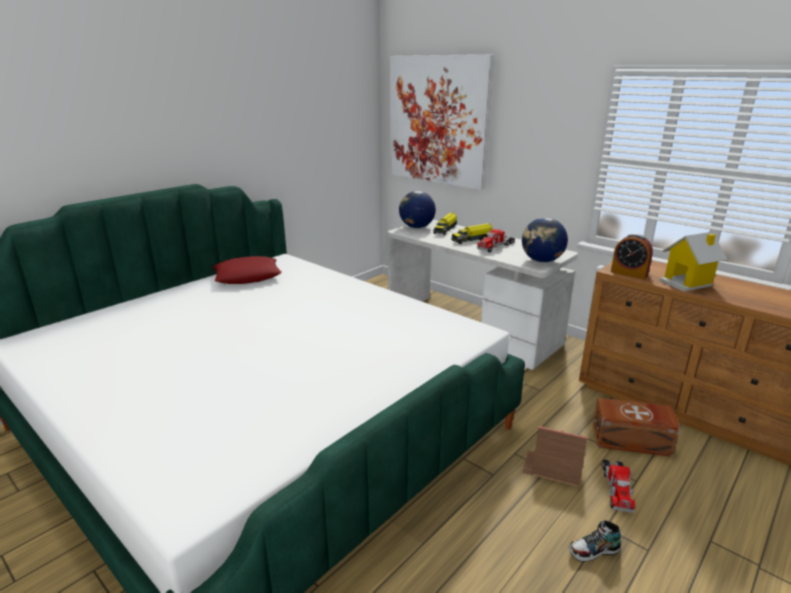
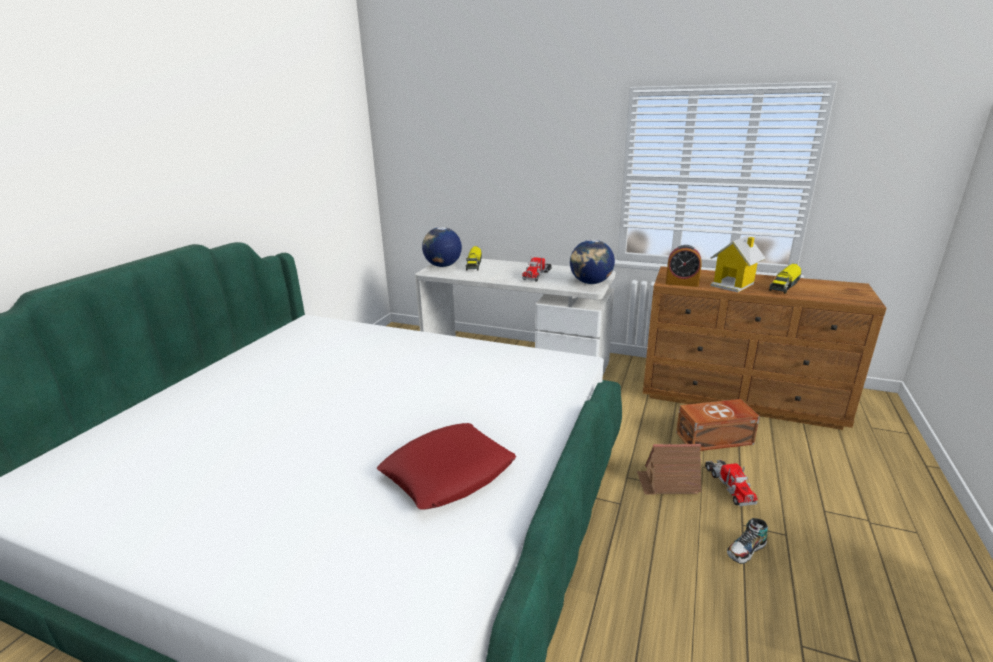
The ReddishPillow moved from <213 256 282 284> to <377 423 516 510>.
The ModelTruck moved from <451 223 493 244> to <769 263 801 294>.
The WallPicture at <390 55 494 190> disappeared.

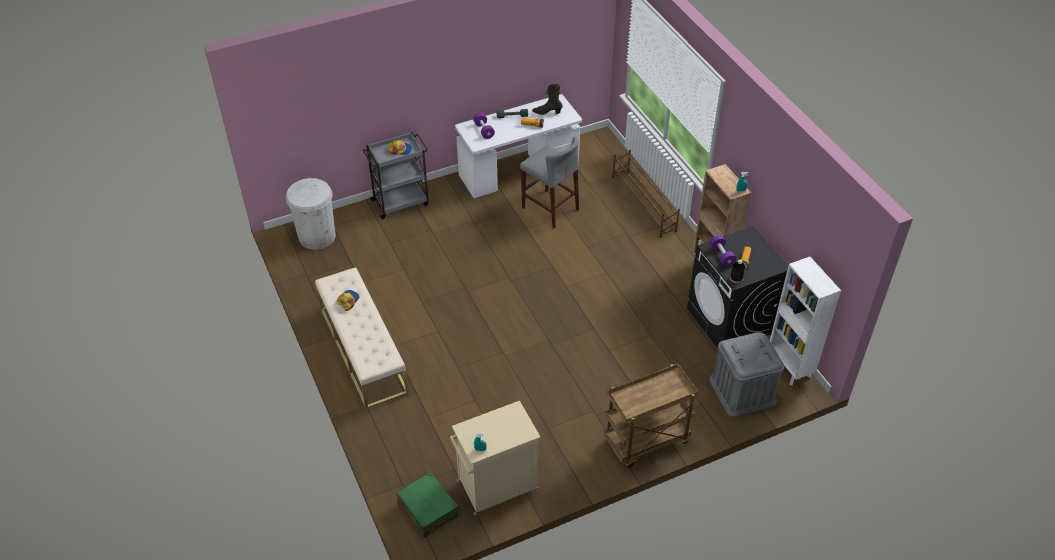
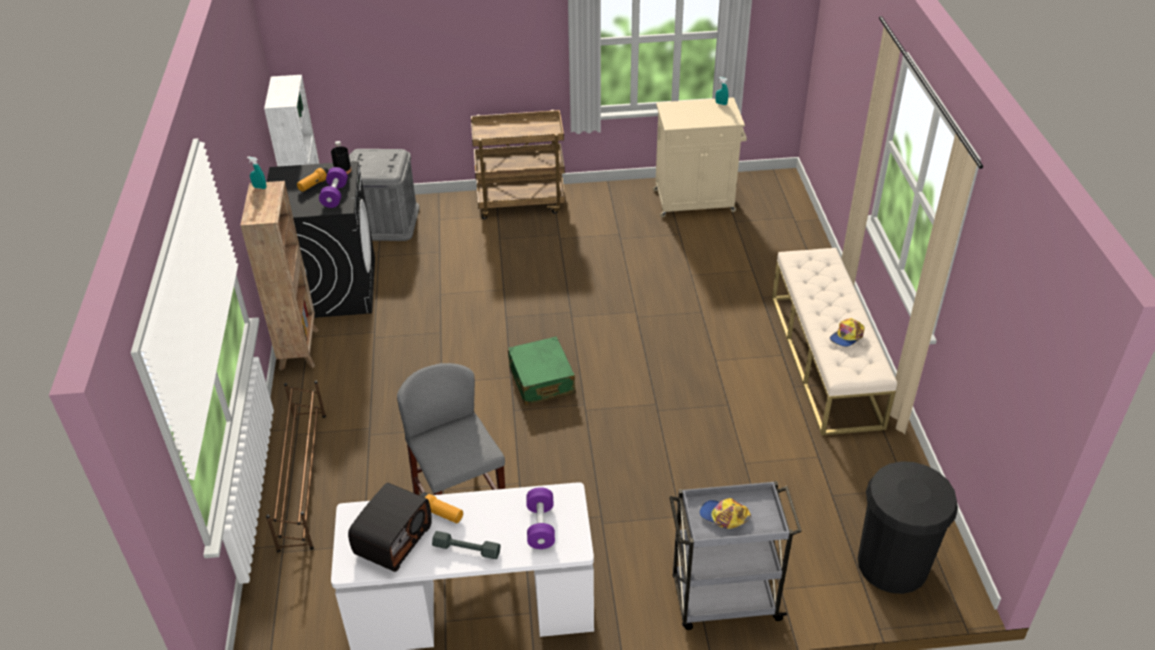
The BlackColouredTallBoot at <532 84 563 115> was replaced by the RadioReceiver at <348 483 432 572>.
The GreenishTravelCase moved from <396 472 458 538> to <508 336 576 405>.
The WhiteWasteBin at <286 178 336 250> became the BlackColouredWasteBin at <858 461 958 594>.

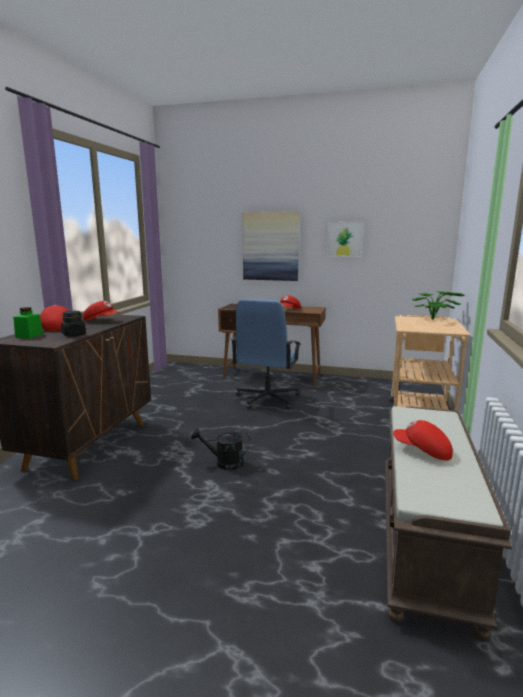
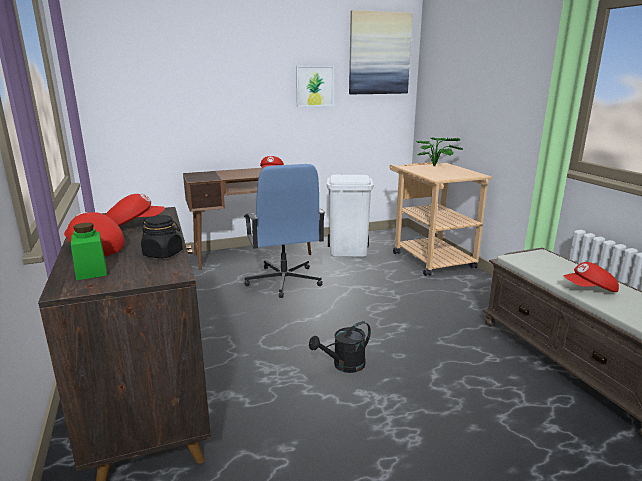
The WhiteWasteBin at <327 175 374 257> appeared.
The WallPicture moved from <243 211 300 281> to <349 10 413 94>.

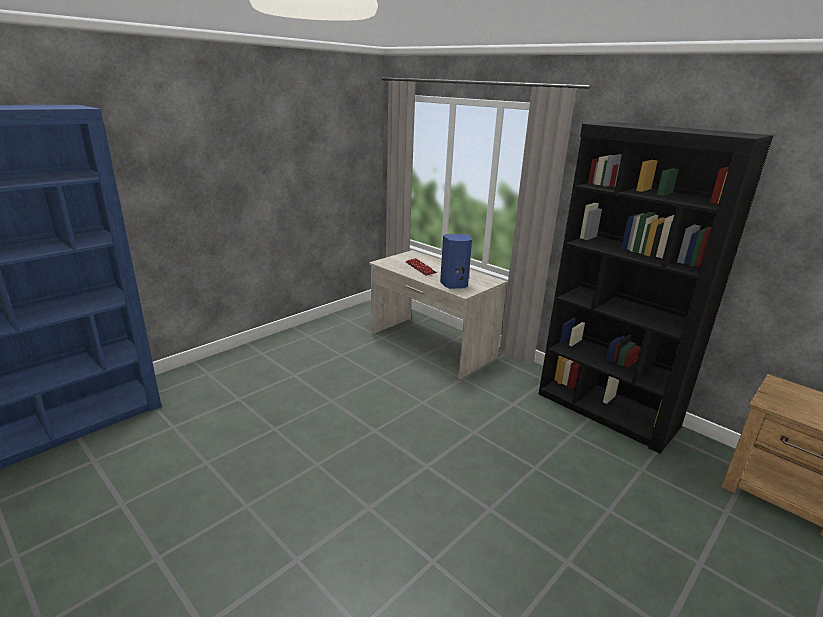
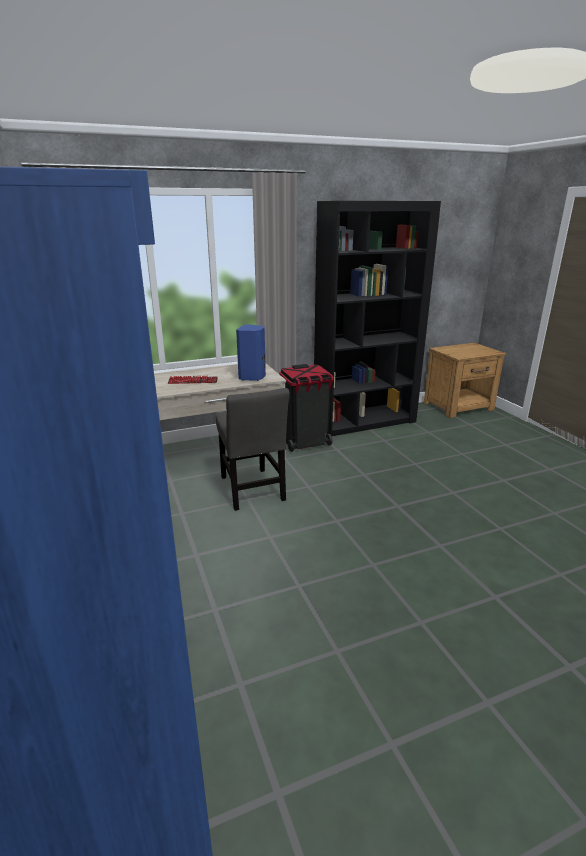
The GreyishUprightChair at <216 388 290 511> appeared.
The BlackColouredWasteBin at <279 364 334 452> appeared.

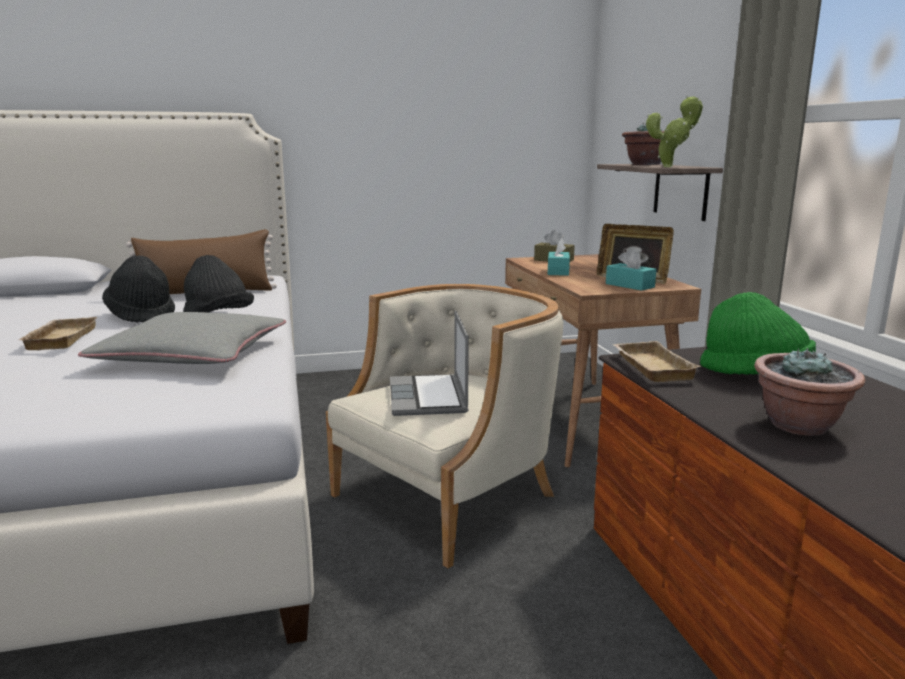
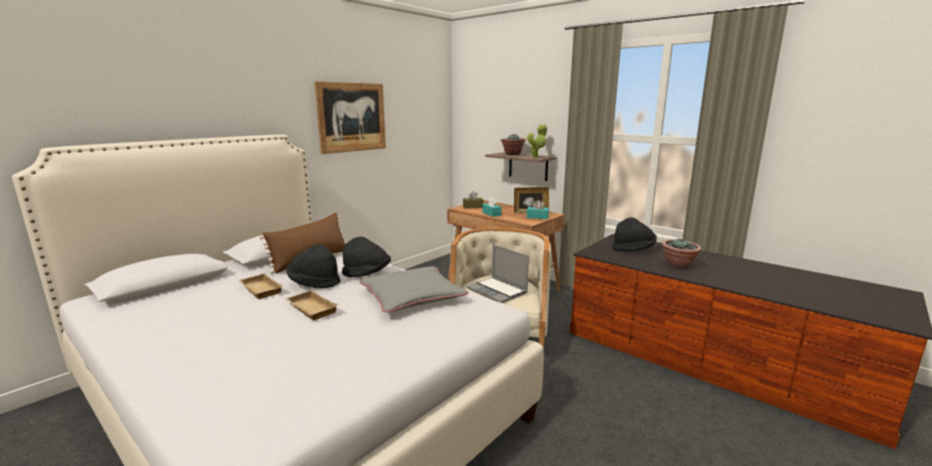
The BeigeServingTray moved from <612 341 702 382> to <238 273 284 299>.
The WallPicture at <314 81 386 154> appeared.
The GreenishHat at <700 292 816 375> became the BlackColouredHat at <612 217 657 252>.

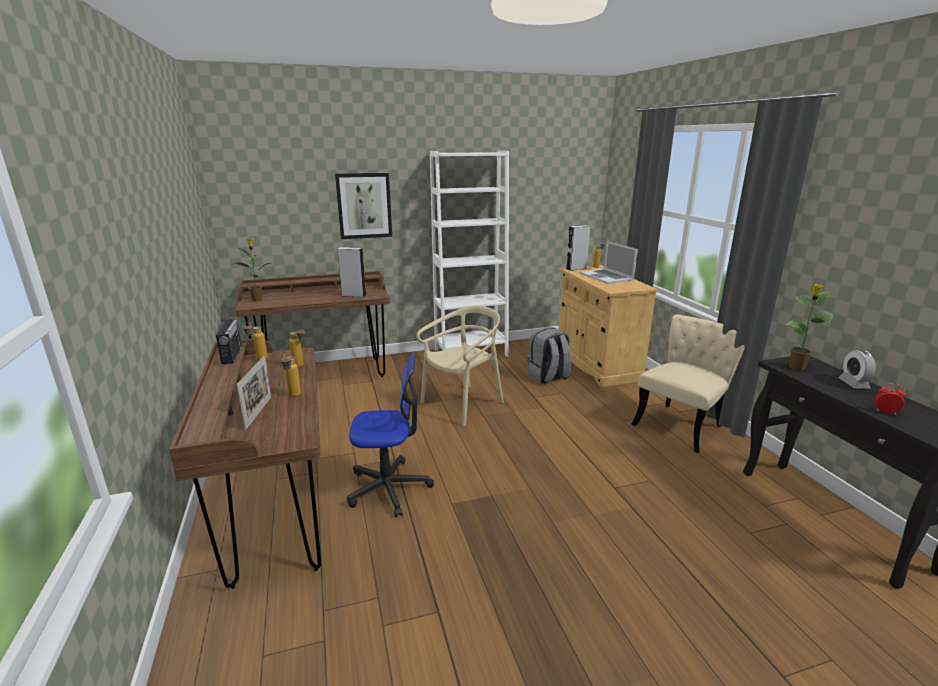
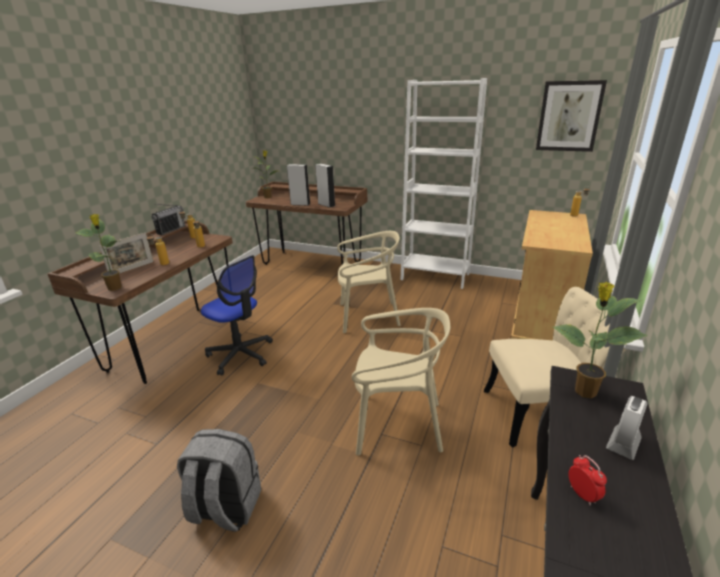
The PlantInAPot at <76 214 122 291> appeared.
The GreyishBackpack moved from <527 327 571 384> to <177 429 261 532>.
The GreyishAudioSpeaker moved from <566 225 590 271> to <287 164 310 206>.
The BeigeUprightChair at <352 308 450 455> appeared.
The WallPicture moved from <335 173 392 239> to <536 80 607 152>.
The NotebookComputer at <580 241 638 284> disappeared.

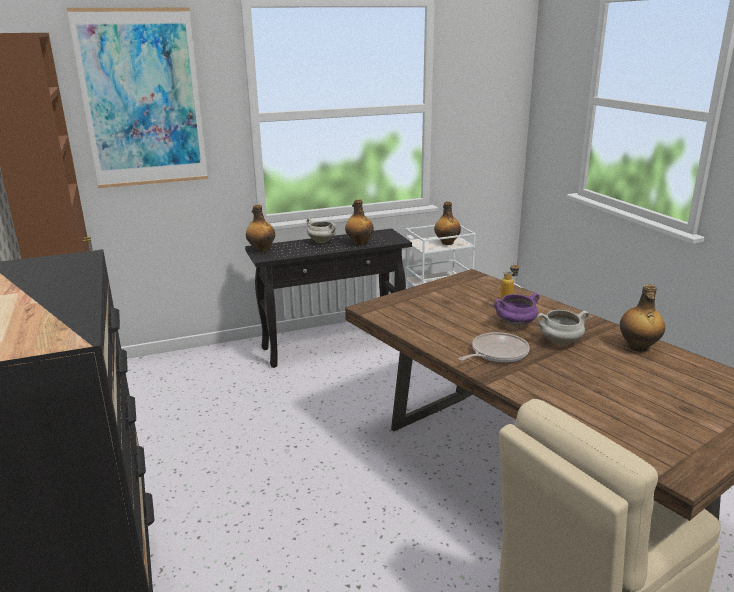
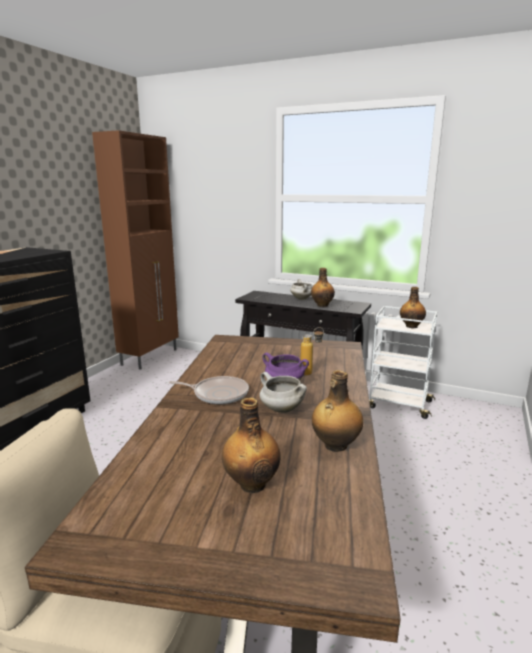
The DrinkBottle moved from <246 205 275 252> to <222 398 281 493>.
The WallPicture at <67 8 208 188> disappeared.

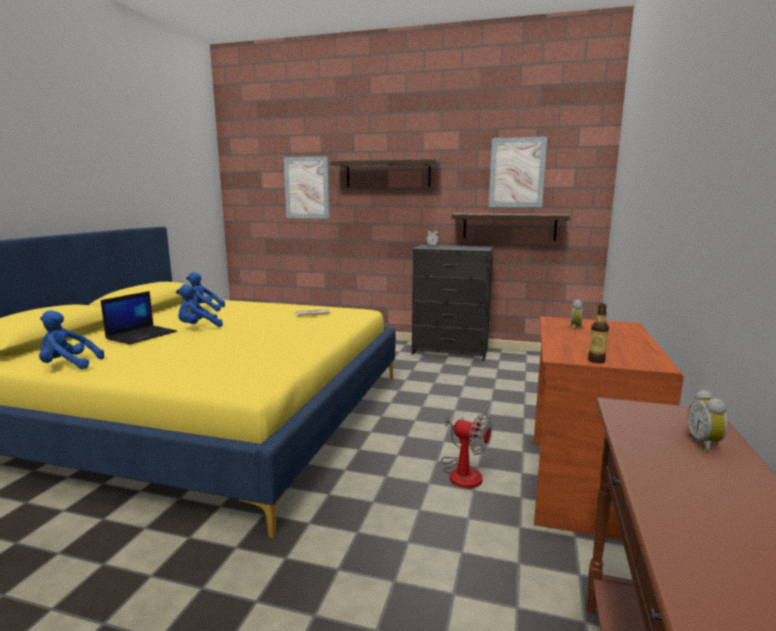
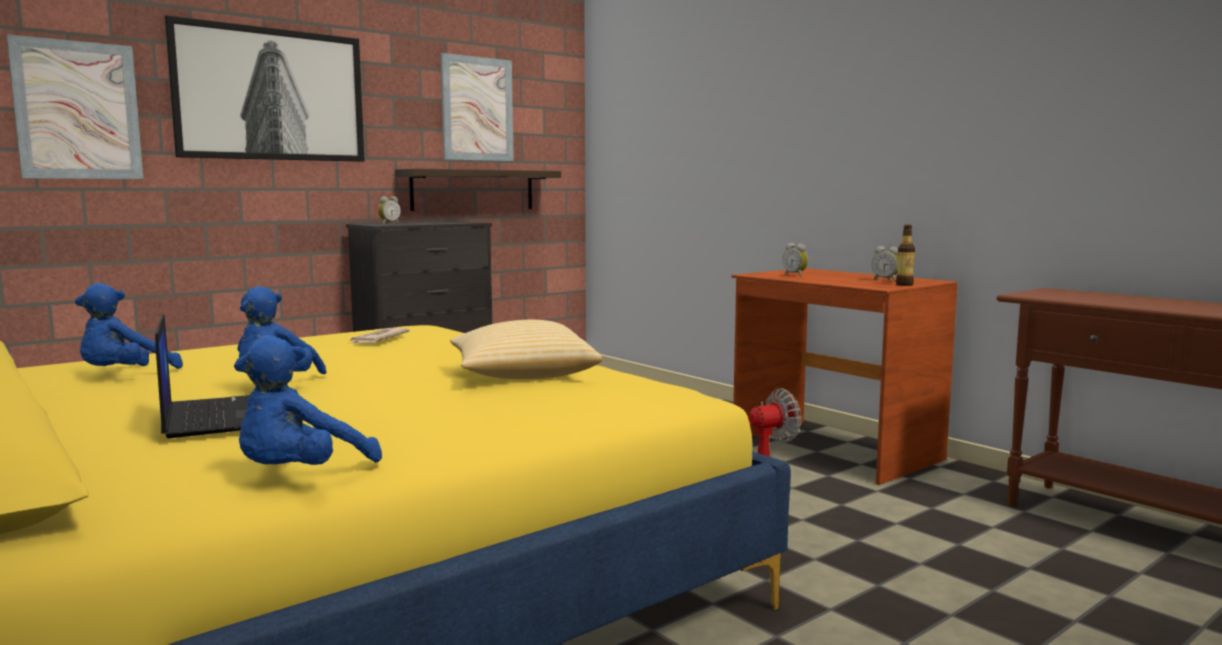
The BracketShelf at <331 159 440 187> was replaced by the WallPicture at <165 15 365 162>.
The Pillow at <450 320 602 379> appeared.
The AlarmClock moved from <688 390 728 452> to <872 246 898 281>.

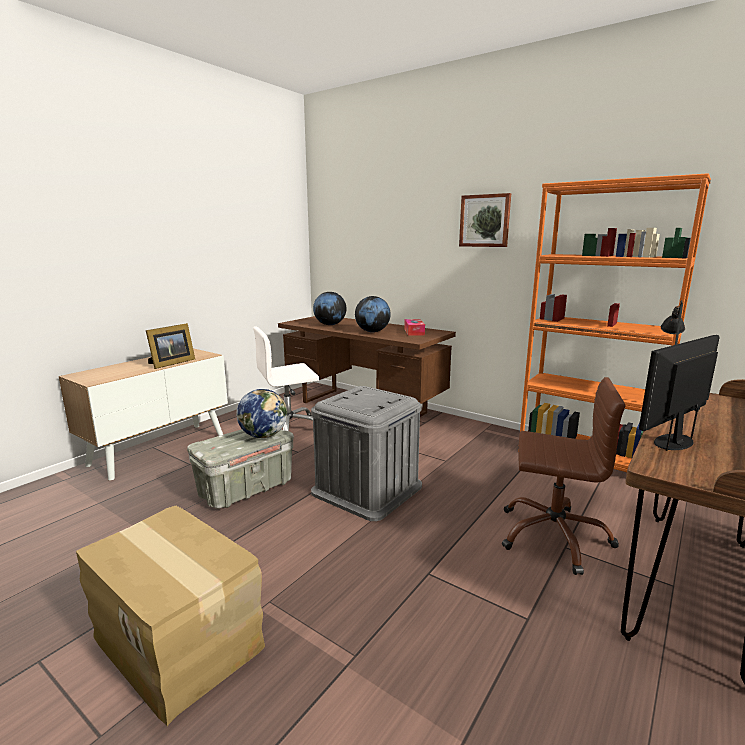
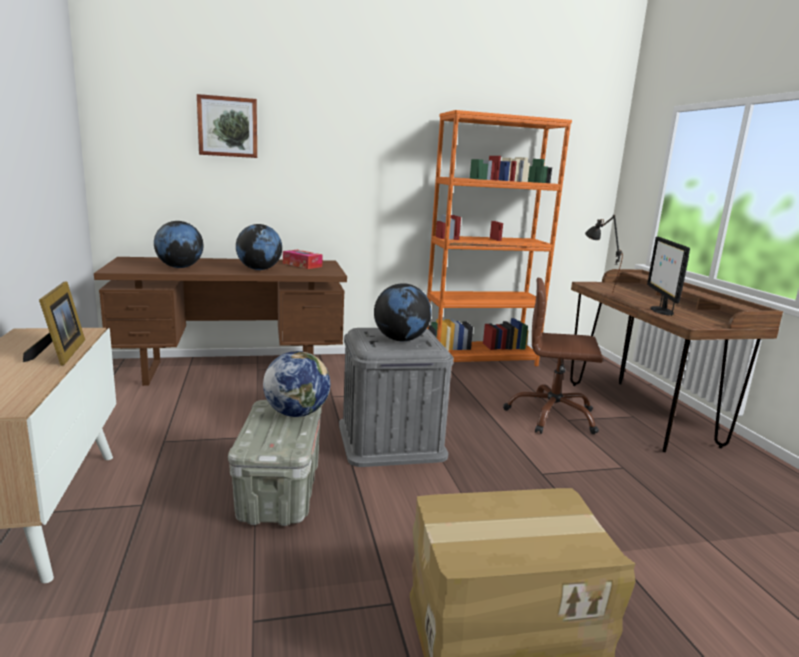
The WallPicture moved from <459 193 511 247> to <197 94 257 158>.
The Globe at <374 283 432 341> appeared.
The BrownColouredComputerChair at <502 377 626 575> turned 135 degrees counterclockwise.
The WhiteComputerChair at <253 326 319 431> disappeared.

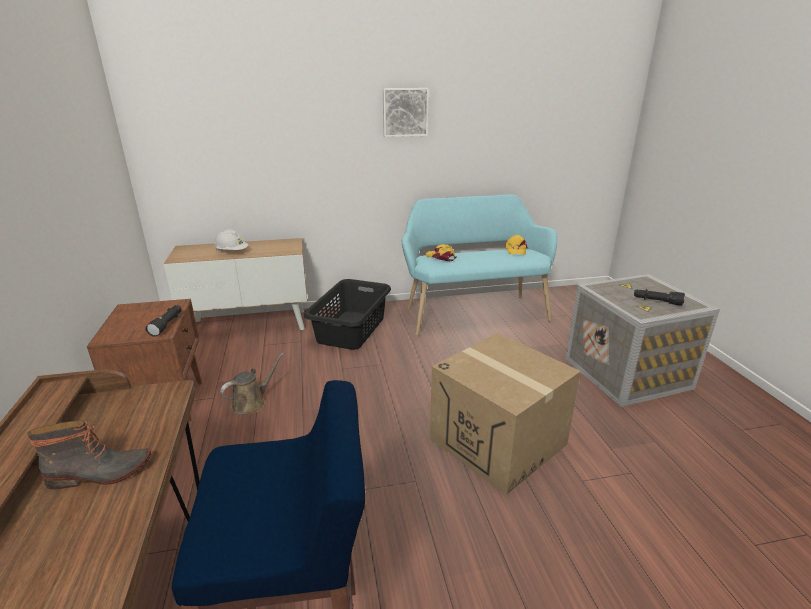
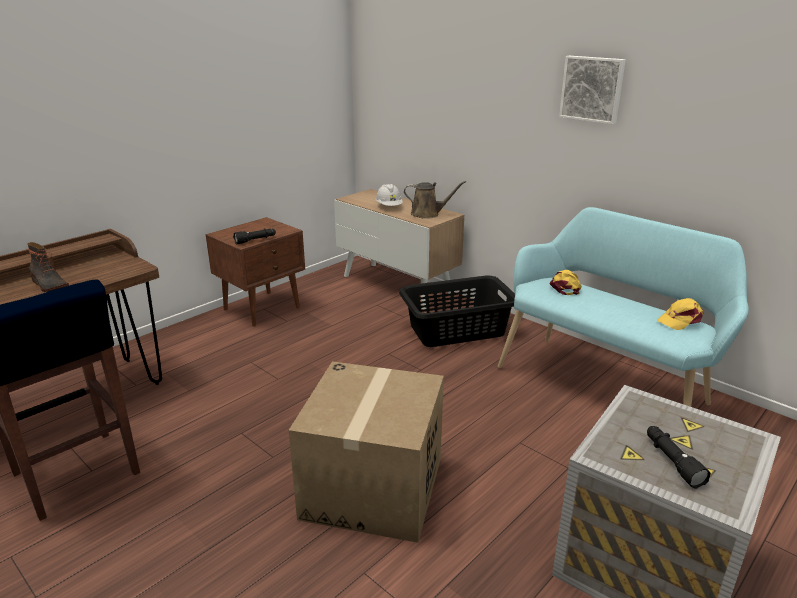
The BrownColouredWateringPot moved from <220 353 284 415> to <404 181 466 219>.

